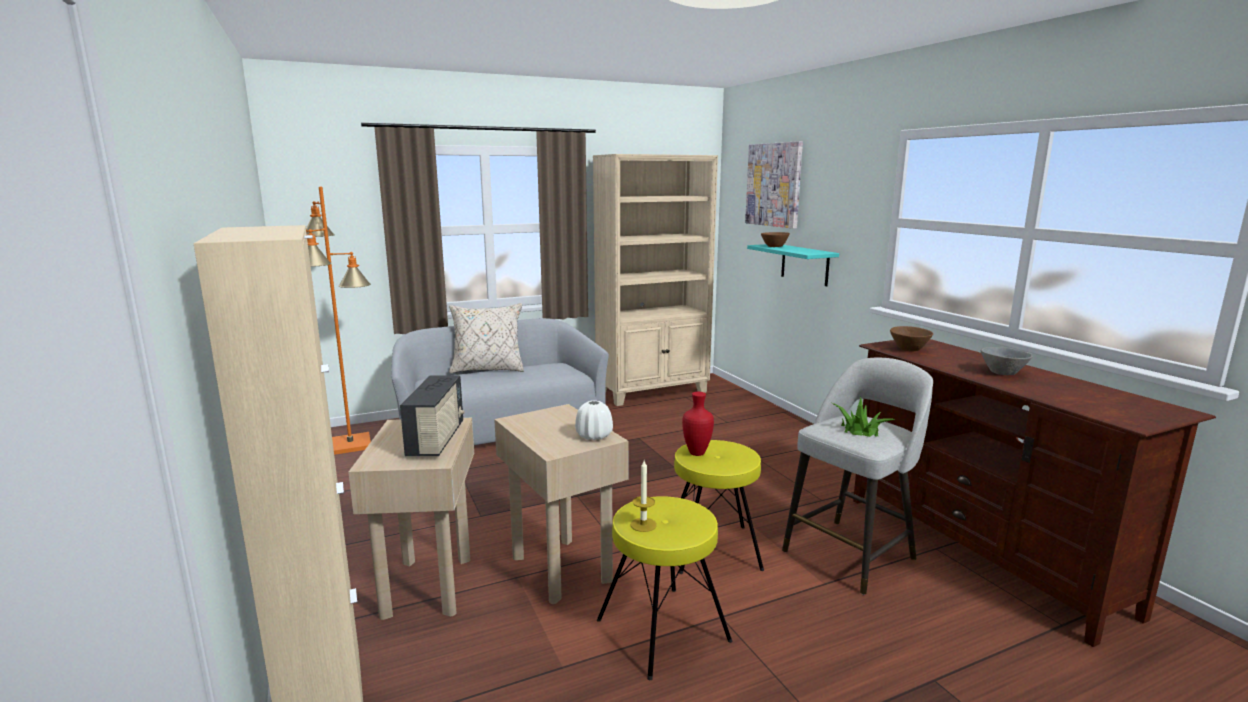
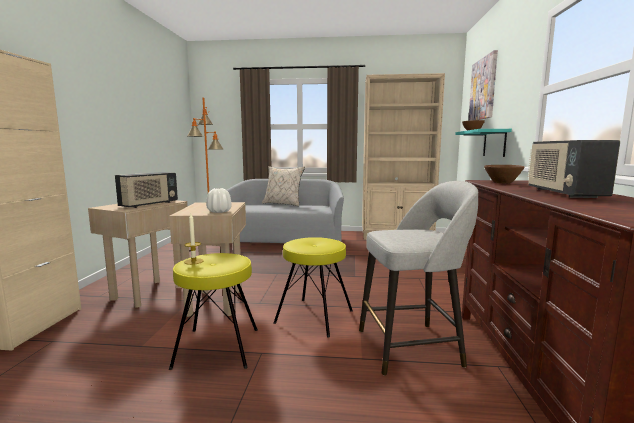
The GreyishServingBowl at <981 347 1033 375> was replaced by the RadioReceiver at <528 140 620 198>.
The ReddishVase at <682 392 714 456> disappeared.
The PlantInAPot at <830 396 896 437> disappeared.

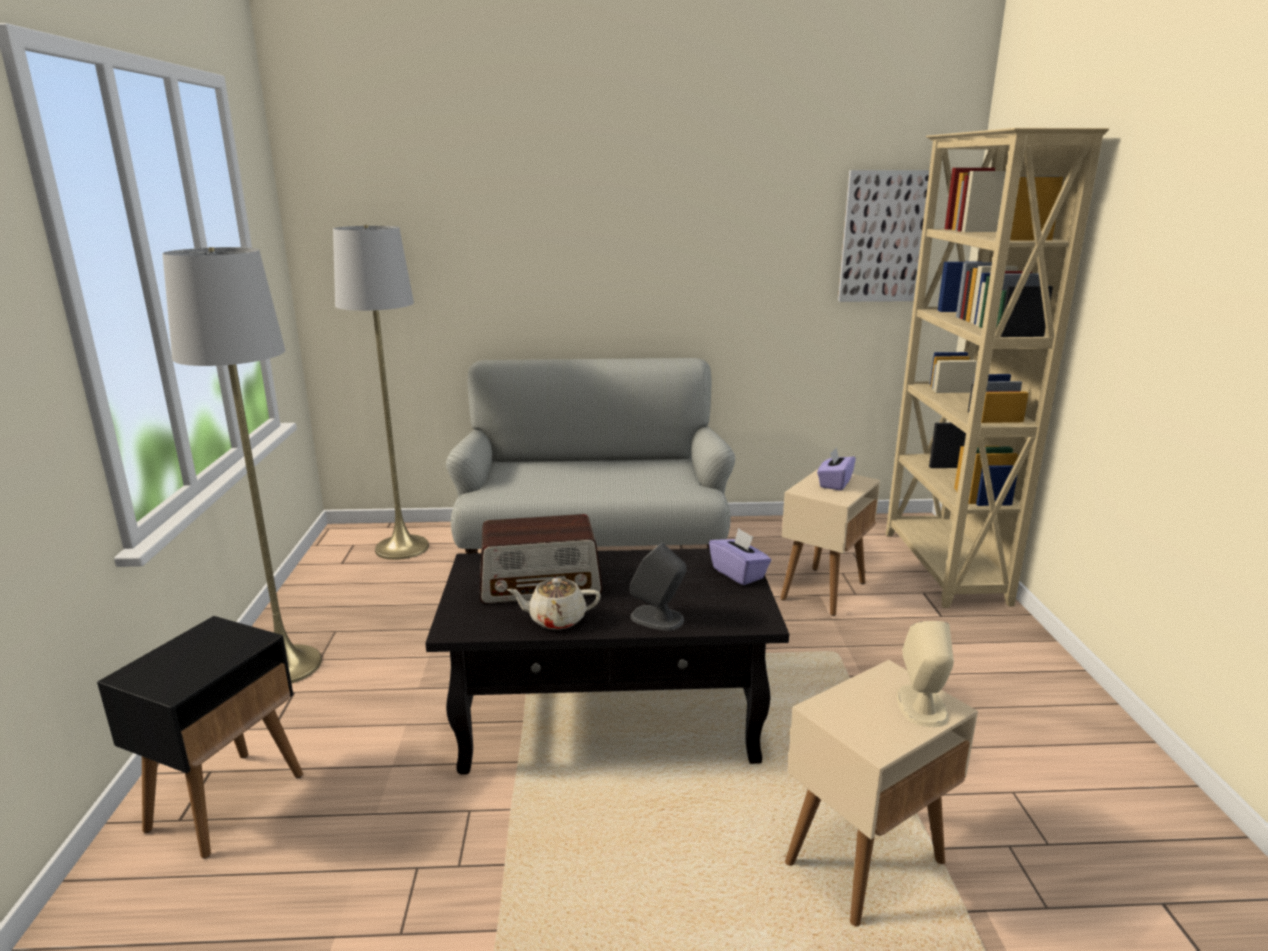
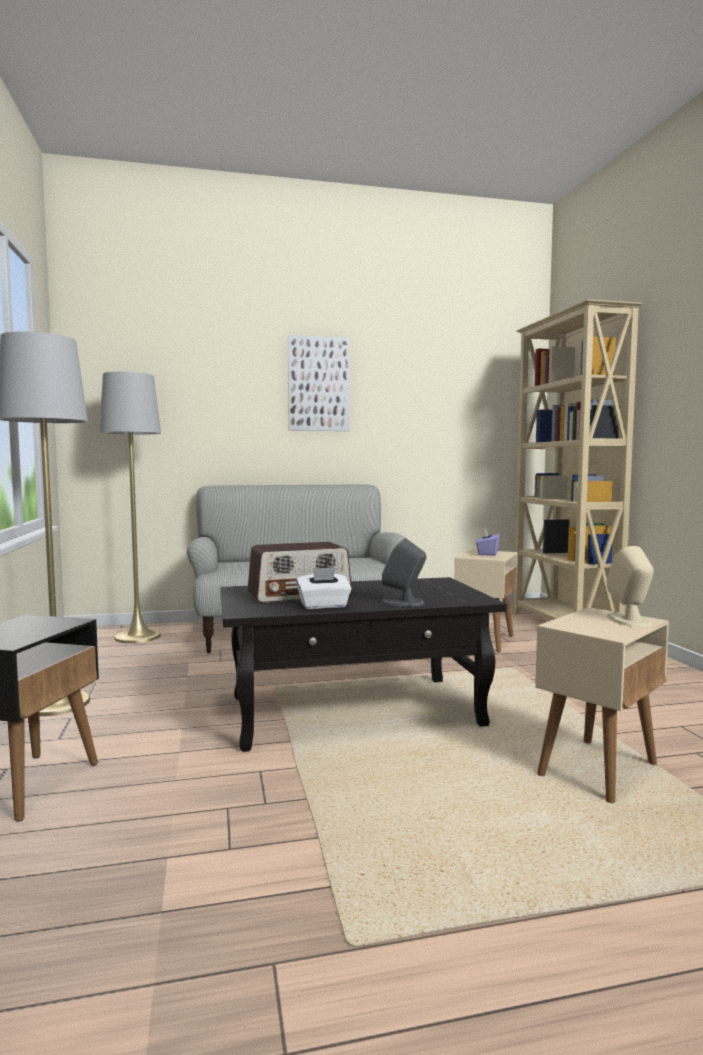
The WallPicture moved from <838 170 929 302> to <288 335 350 431>.
The BeigePotForTea at <507 578 601 630> was replaced by the WhiteTissueHolder at <296 568 352 609>.
The PurplishTissueHolder at <709 528 771 585> disappeared.

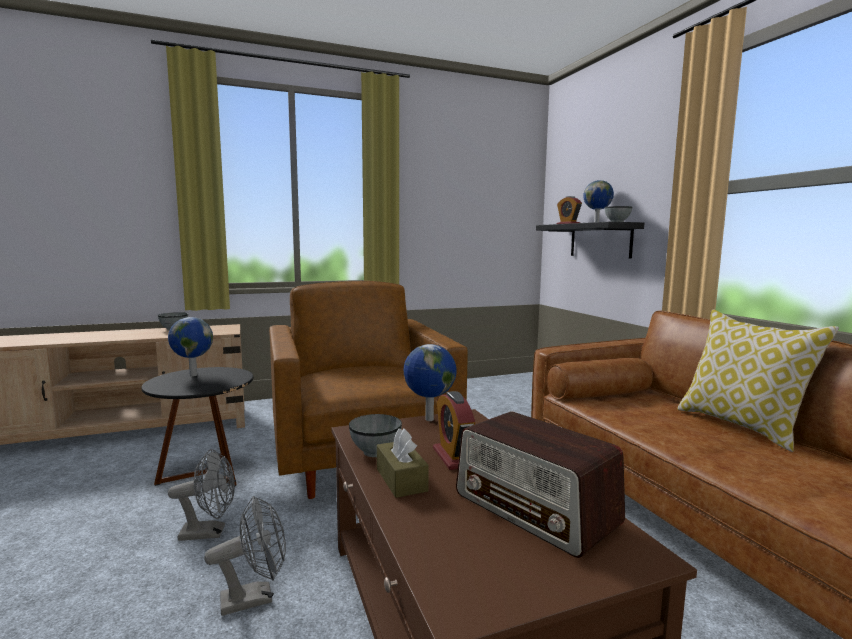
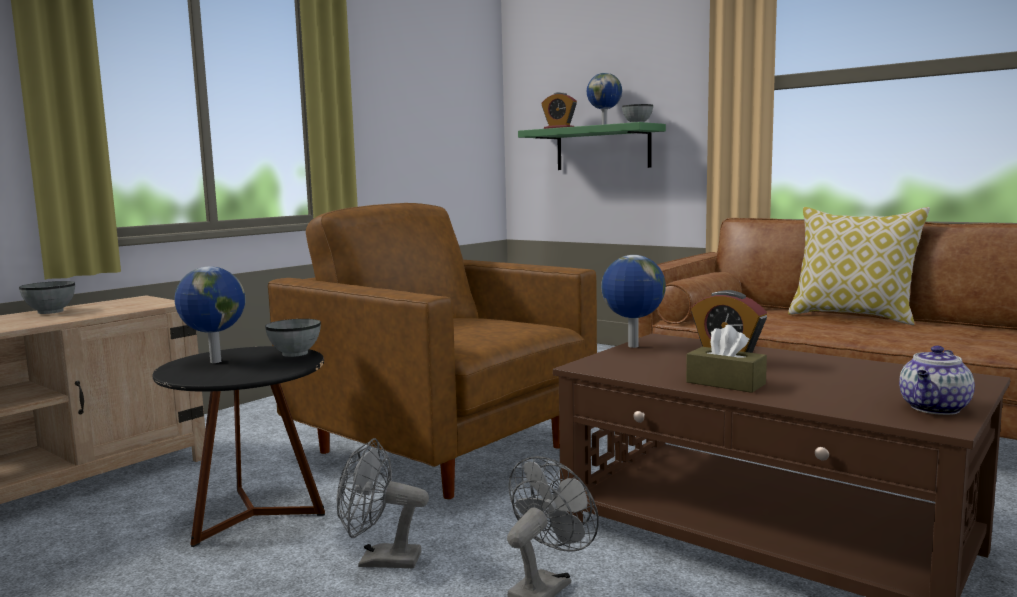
The GreyishServingBowl moved from <349 414 402 457> to <265 319 321 357>.
The GreyishElectricFan at <168 449 235 541> turned 135 degrees counterclockwise.
The BlackColouredBracketShelf at <536 222 644 259> became the GreenishBracketShelf at <518 122 666 170>.
The PotForTea at <899 346 975 415> appeared.
The RadioReceiver at <456 412 625 558> disappeared.

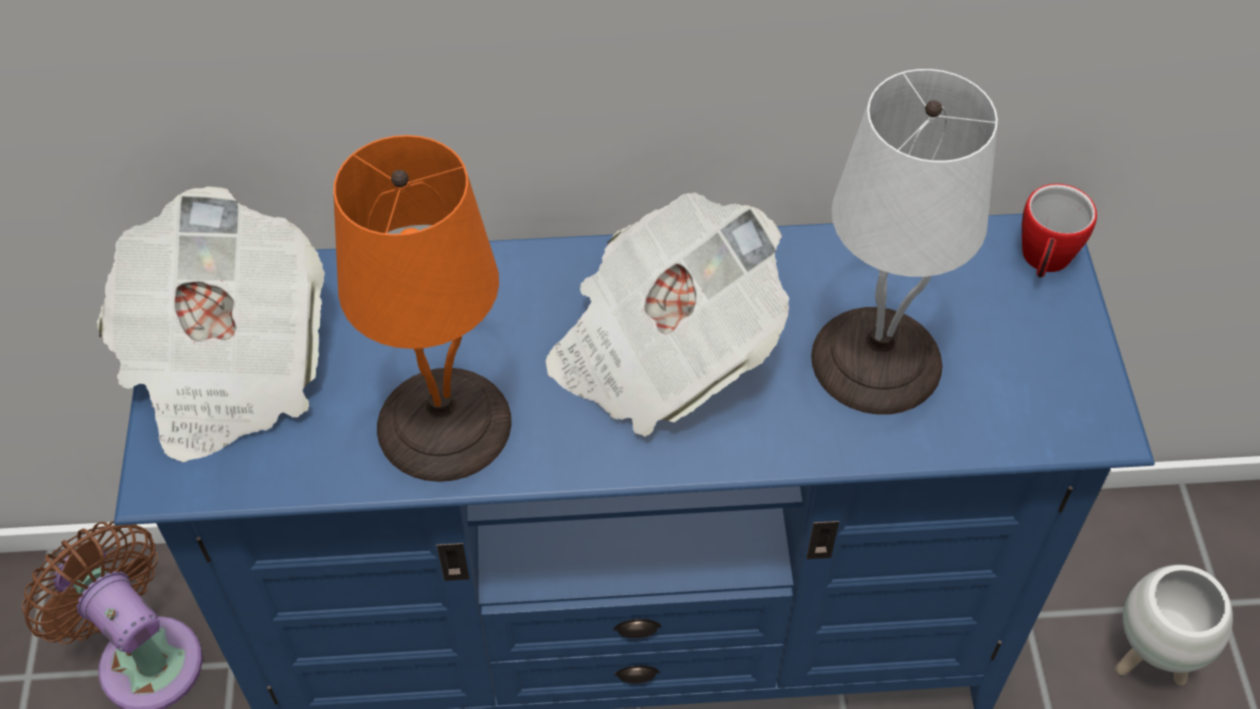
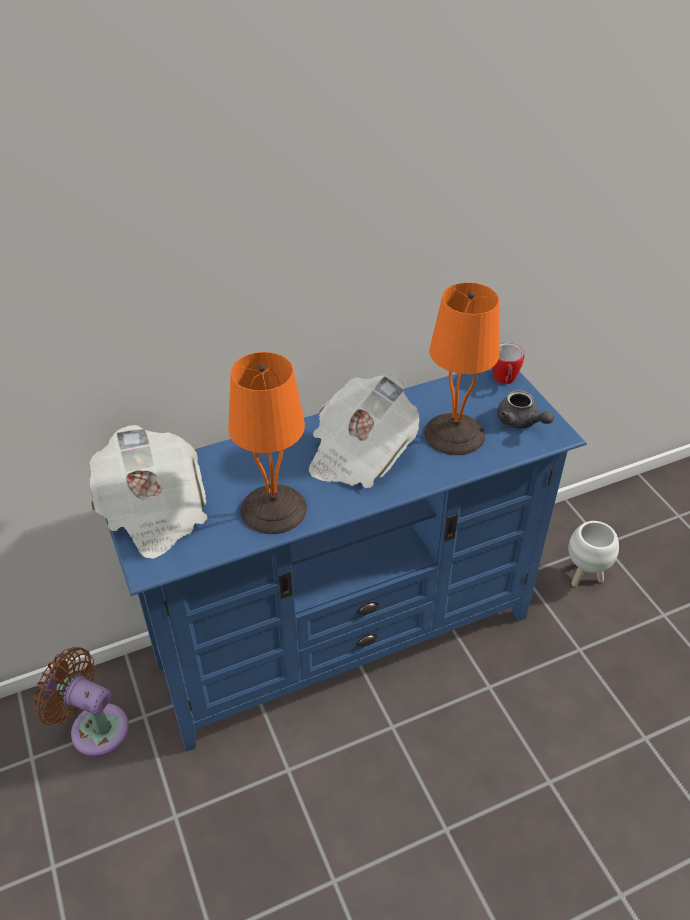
The WhiteTabletopLamp at <811 69 998 414> became the OrangeColouredTabletopLamp at <424 282 499 455>.
The GreyishPotForTea at <497 390 554 428> appeared.

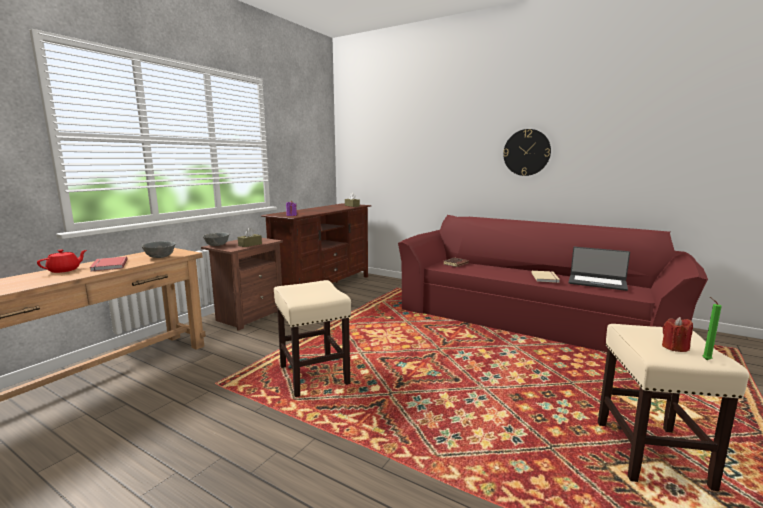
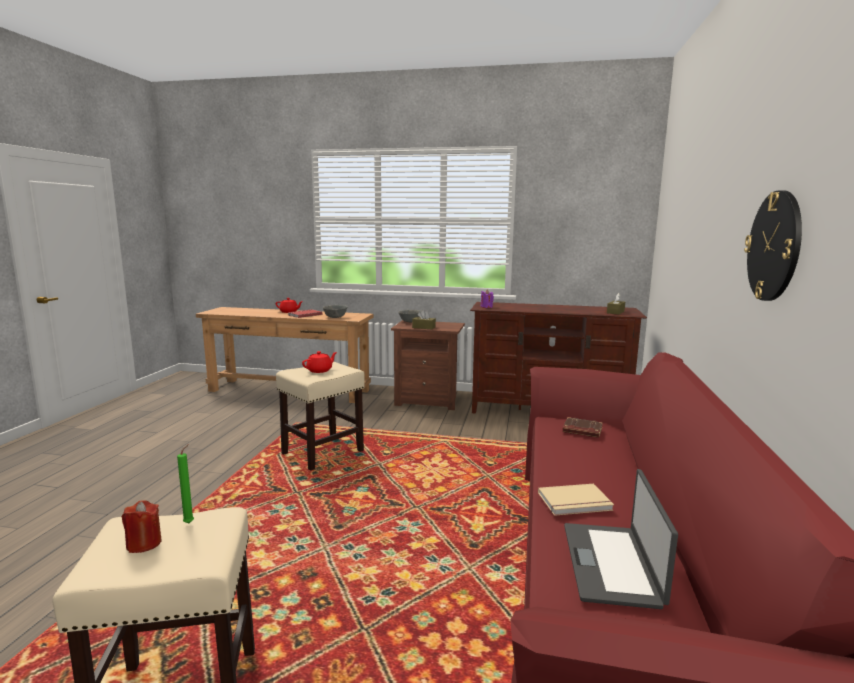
The GreenishCandle moved from <702 297 722 360> to <177 444 194 523>.
The ReddishPotForTea at <302 351 337 373> appeared.

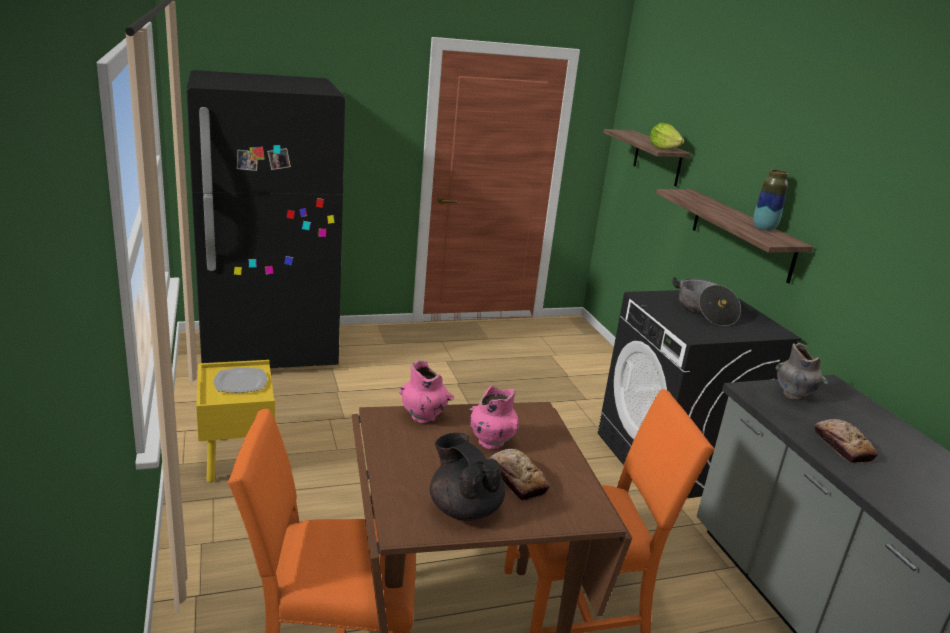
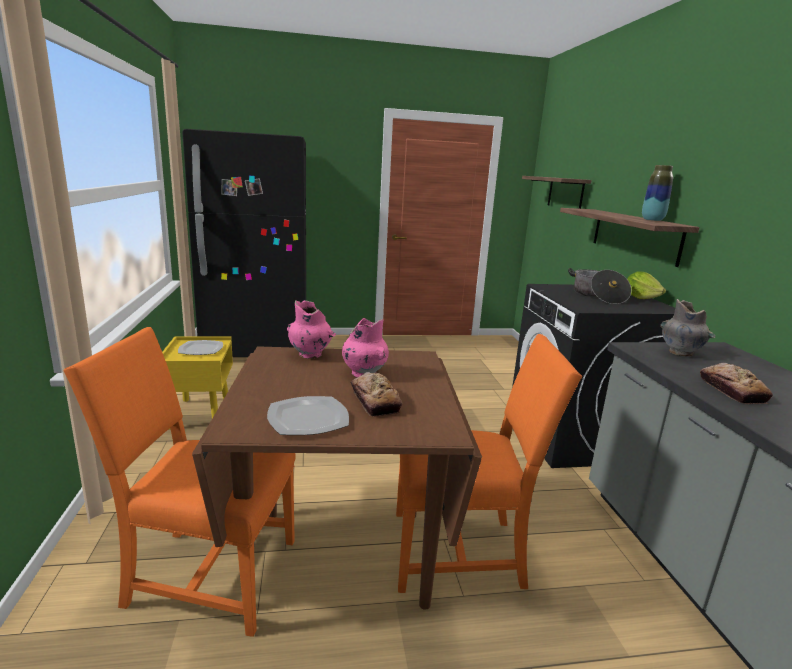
The BlackColouredPotForTea at <430 432 505 521> was replaced by the FlatDish at <267 396 349 435>.
The Lettuce moved from <649 123 684 149> to <627 271 666 299>.

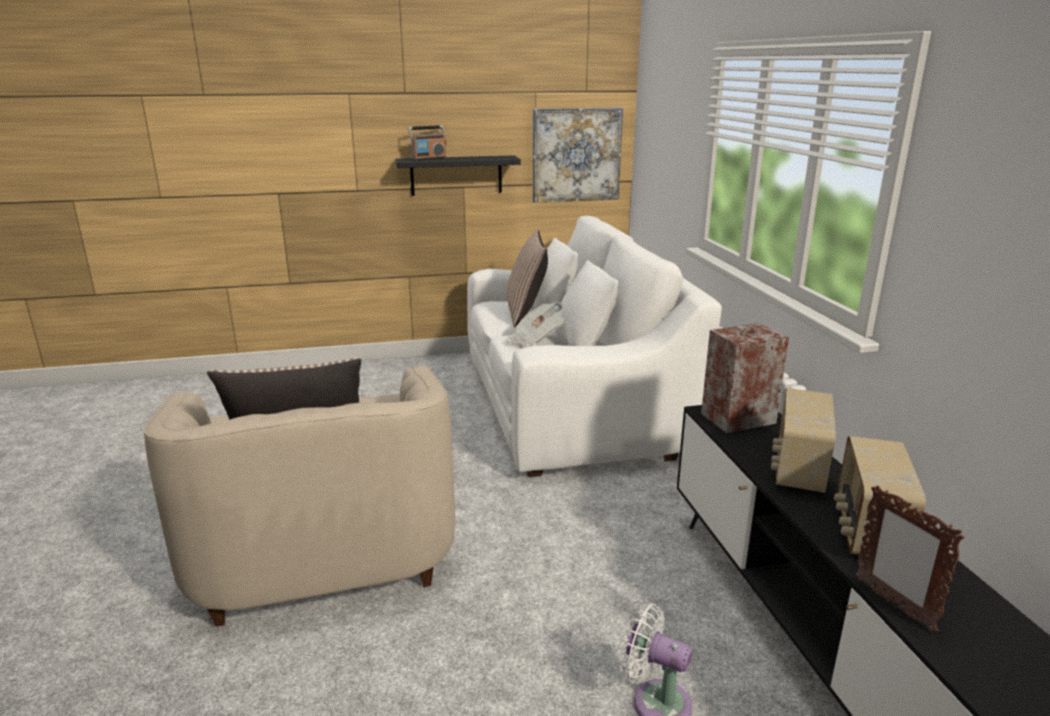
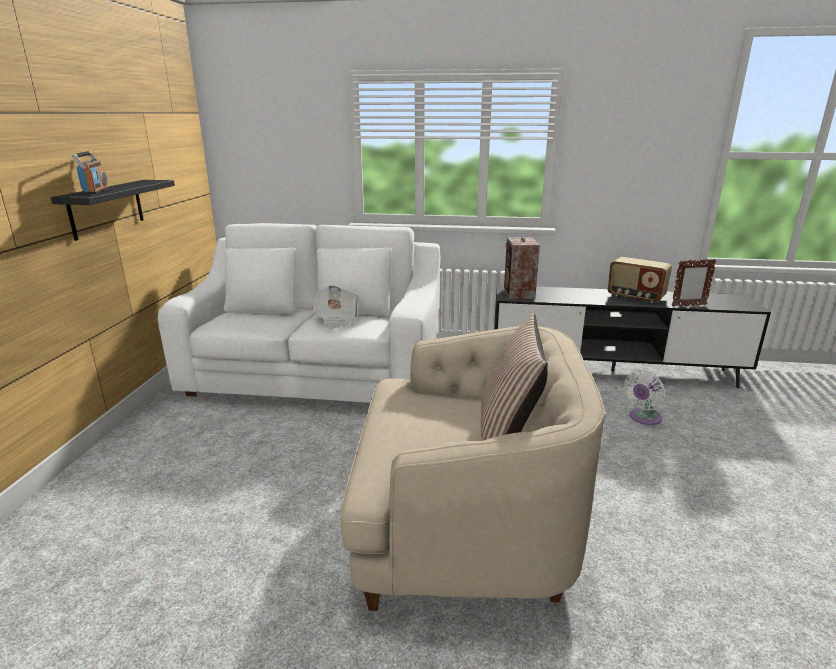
The Pillow at <507 230 548 327> disappeared.
The WallPicture at <533 107 623 203> disappeared.
The RadioReceiver at <771 388 836 493> disappeared.

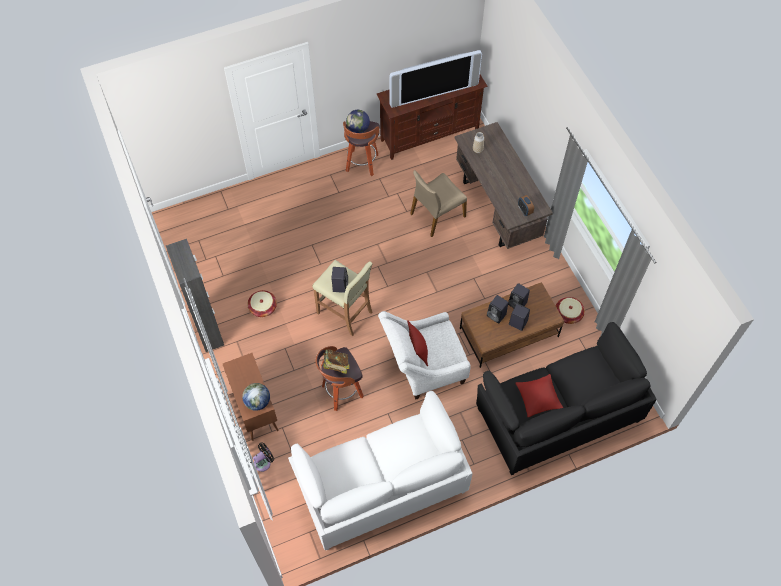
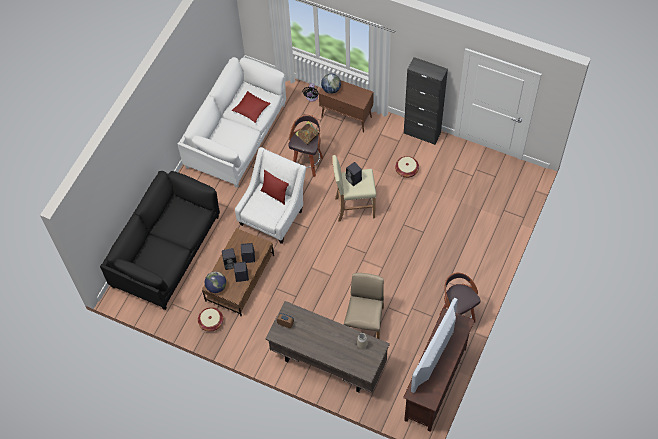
The Globe moved from <346 110 370 133> to <205 271 226 293>.
The ReddishPillow moved from <515 374 563 417> to <232 91 271 123>.

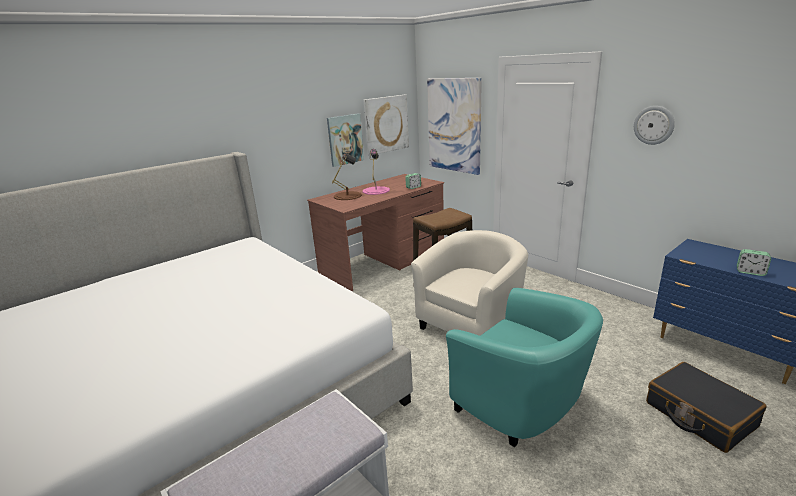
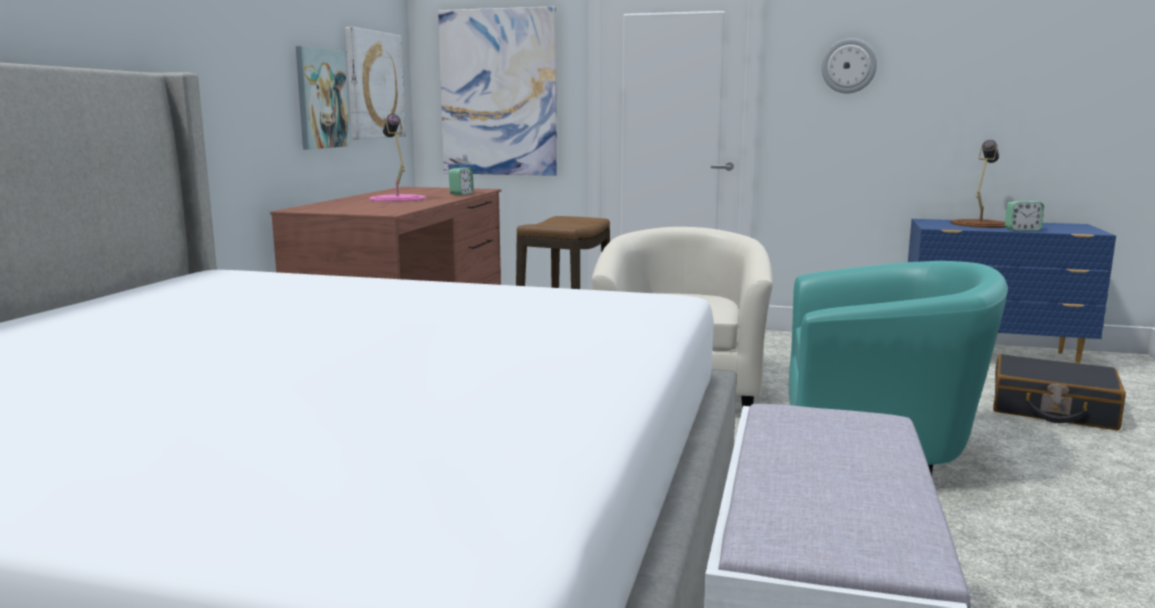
The BrownColouredTabletopLamp moved from <332 153 362 200> to <950 140 1005 228>.

